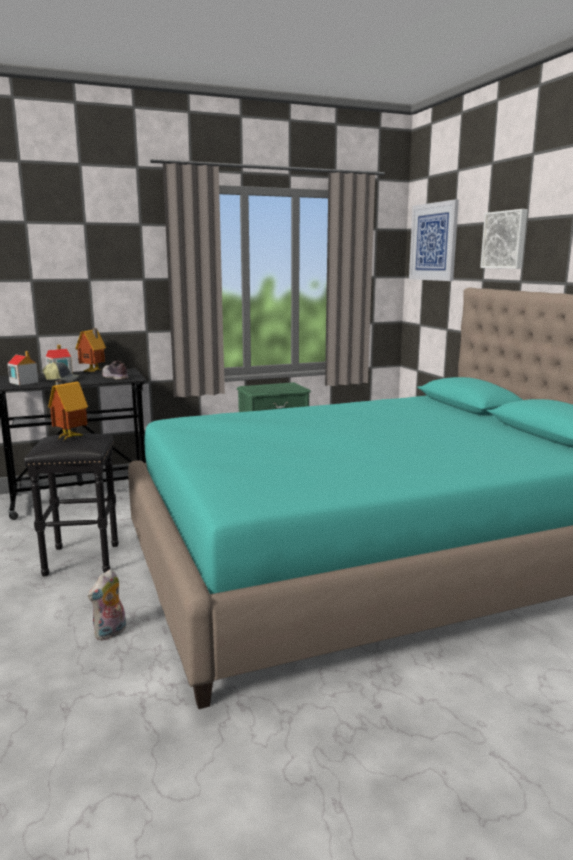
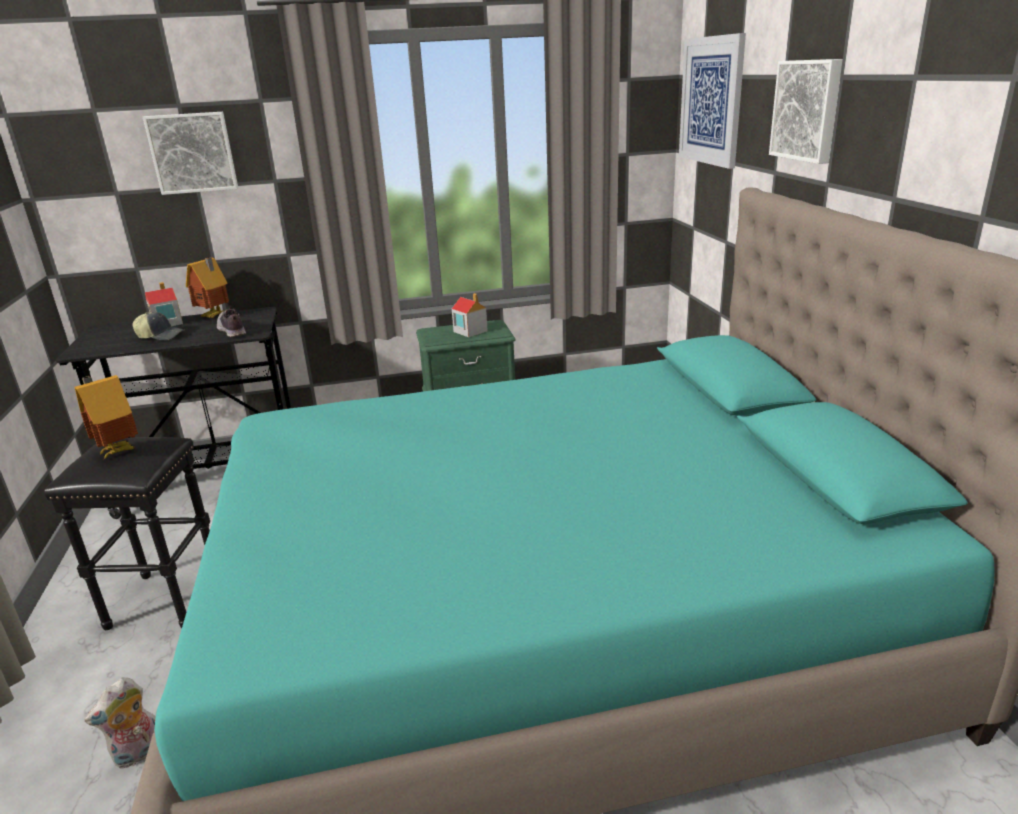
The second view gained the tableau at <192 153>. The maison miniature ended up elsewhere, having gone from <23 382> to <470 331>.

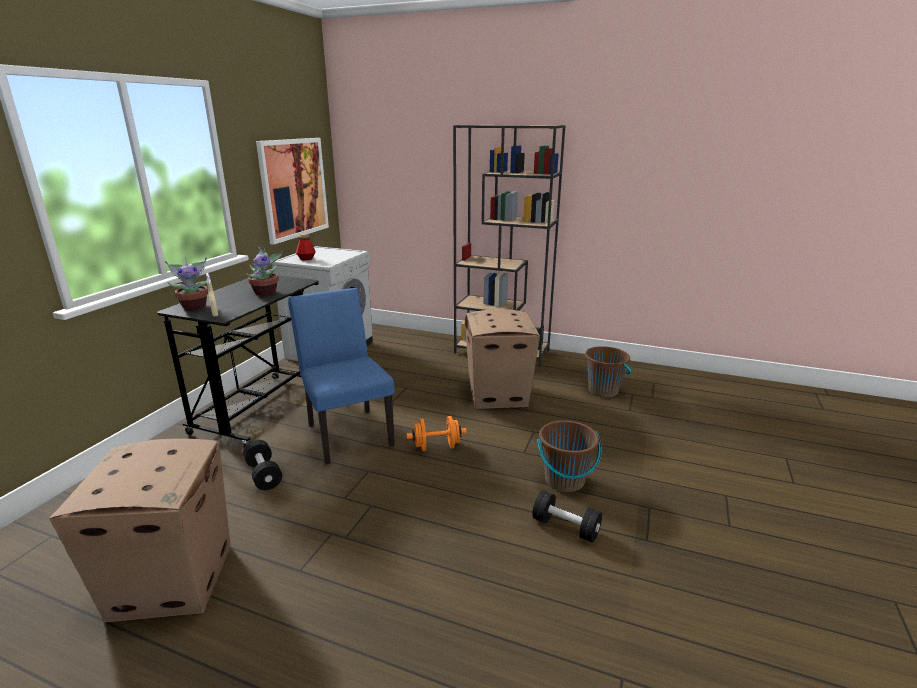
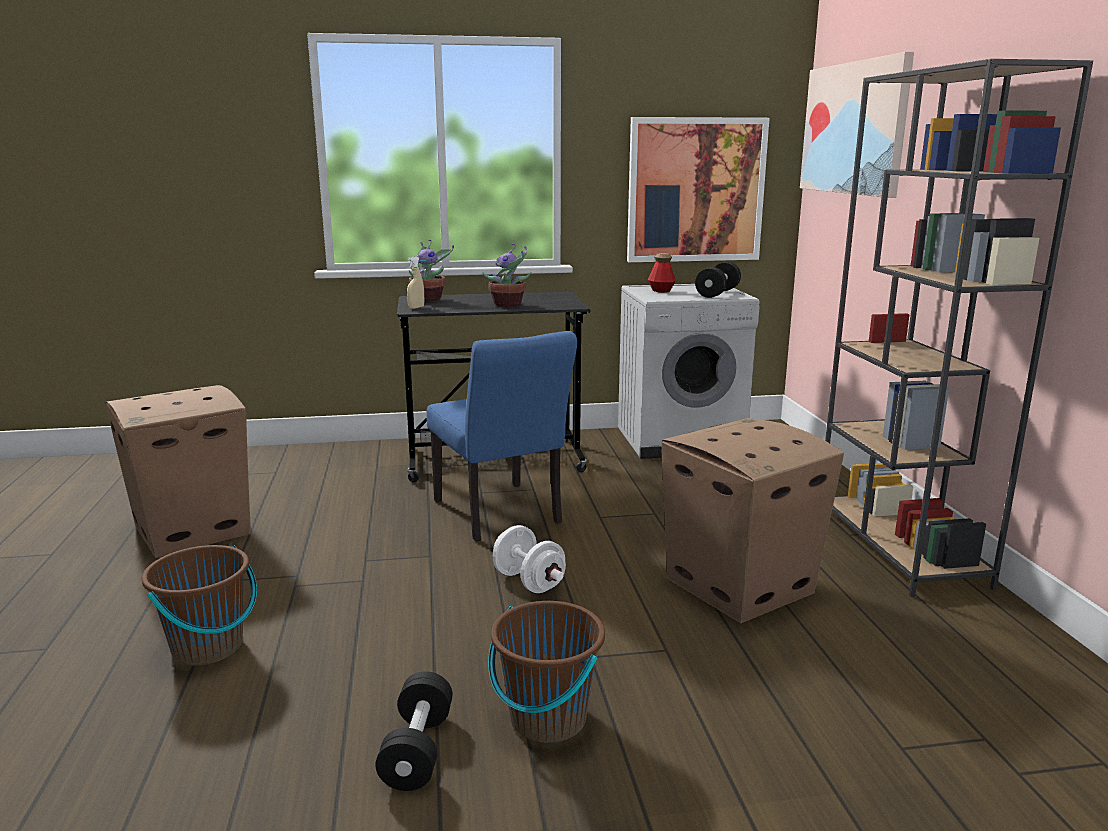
The second view gained the tableau at <854 128>. The haltère/noir ended up elsewhere, having gone from <263 475> to <717 293>. The seau/marron ended up elsewhere, having gone from <603 390> to <208 647>. What was the haltère/orange at <437 447> turned into the haltère/blanc at <529 581>. The chaise/bleu at <347 431> ended up facing another way, 120 degrees clockwise from before.

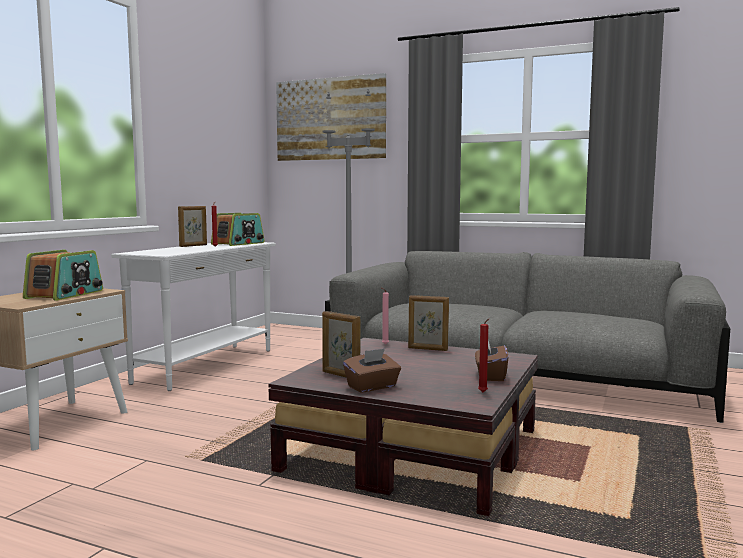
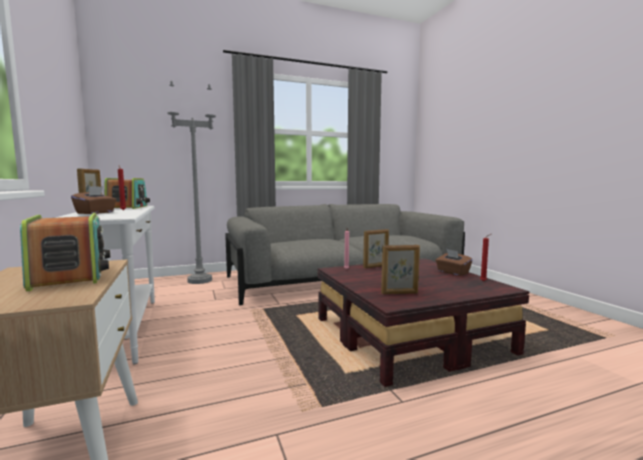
The second view lost the tableau at <330 119>. The boîte à mouchoirs/marron ended up elsewhere, having gone from <372 387> to <96 213>.

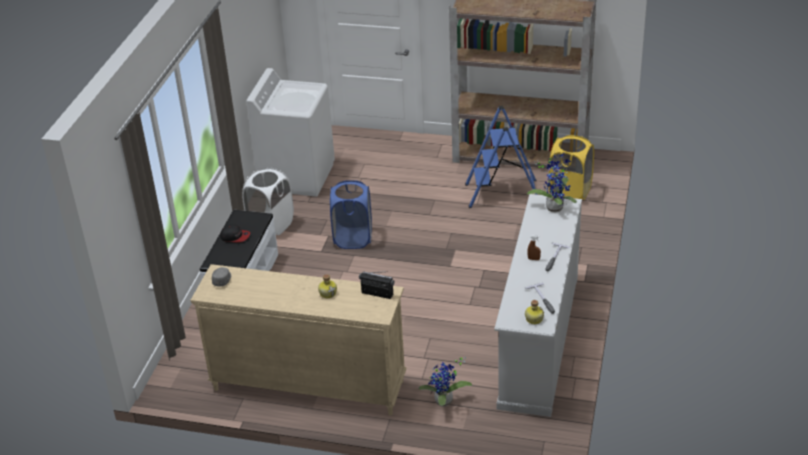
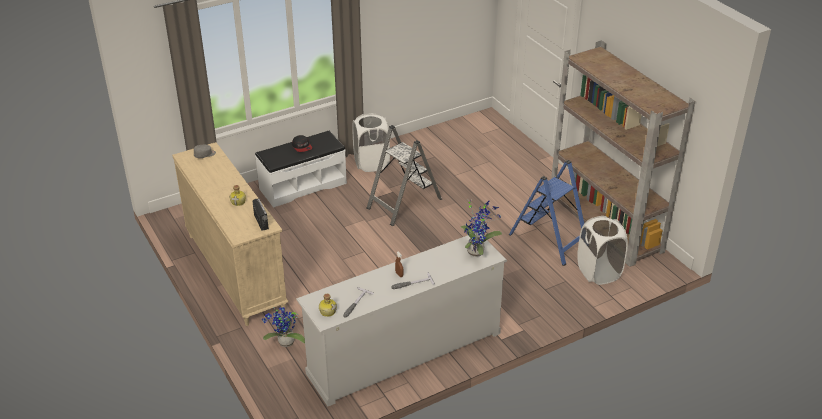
The second view lost the lave-linge/blanc at <297 176>. Where the panier à linge/bleu stood at <353 238>, the escabeau/gris came to stand at <403 203>. What was the panier à linge/jaune at <570 192> turned into the panier à linge/blanc at <598 272>.

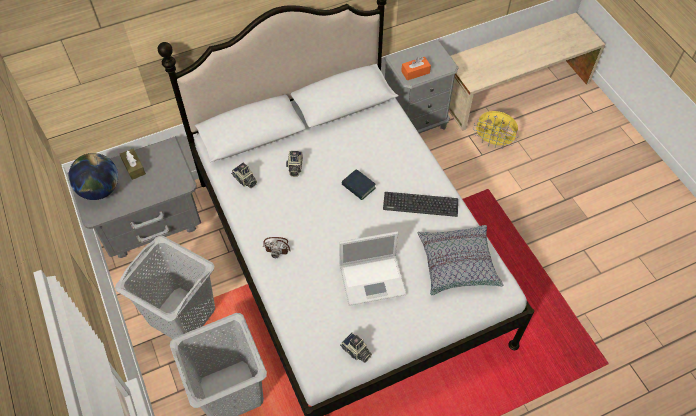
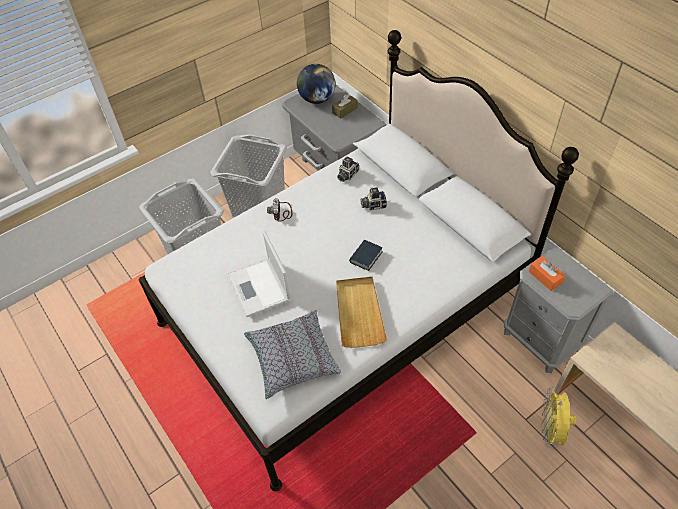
The second view lost the appareil photo at <356 352>. Where the clavier stood at <420 204>, the plateau/beige came to stand at <359 313>.

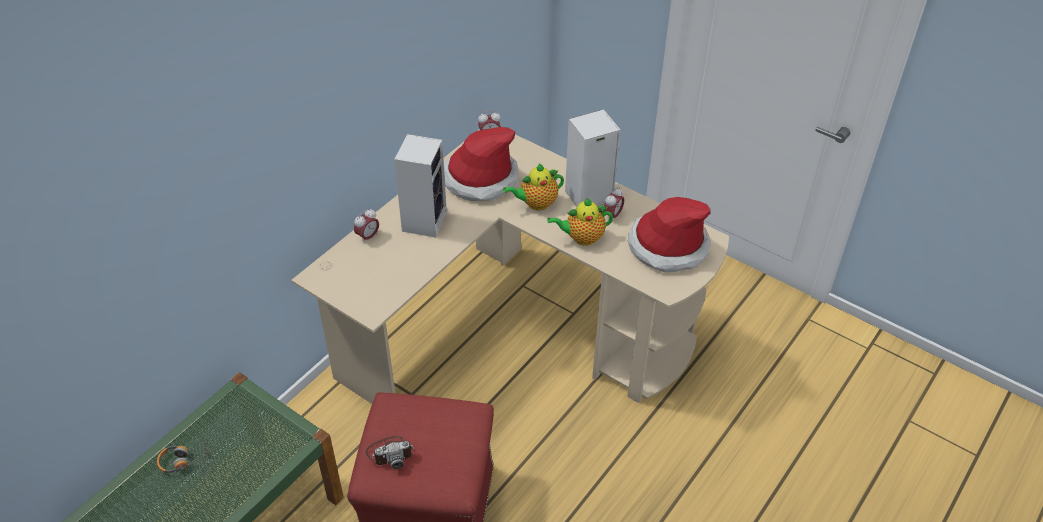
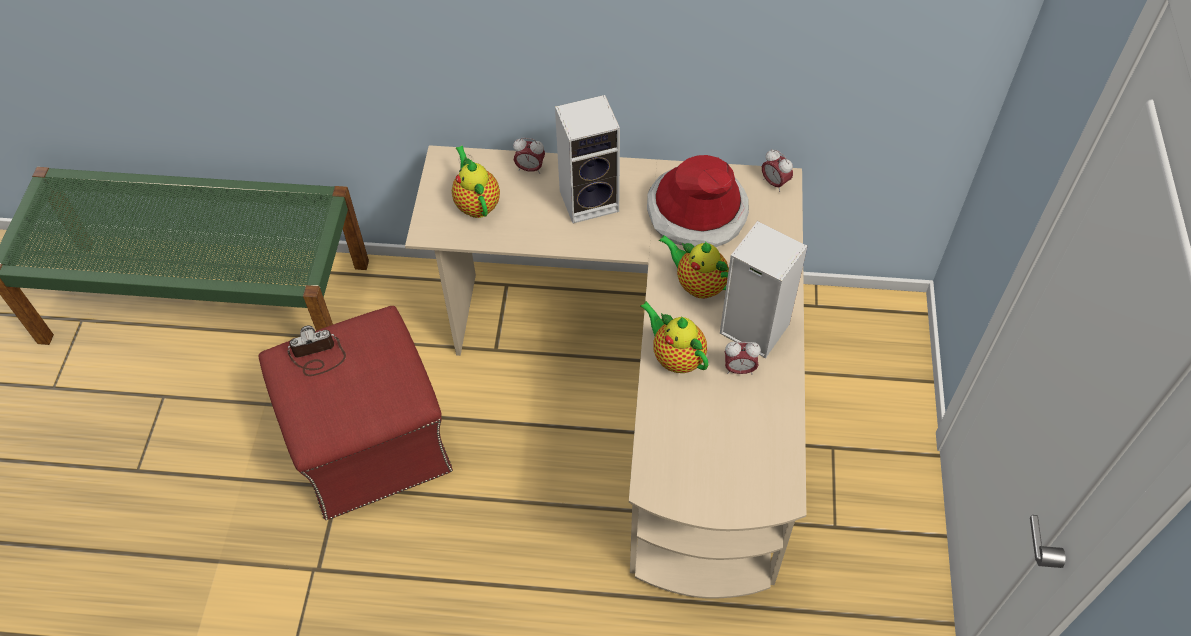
The second view lost the casque audio at <186 462>. The second view lost the chapeau at <667 246>. The second view gained the théière at <476 204>. The appareil photo at <390 453> ended up facing another way, 120 degrees clockwise from before.

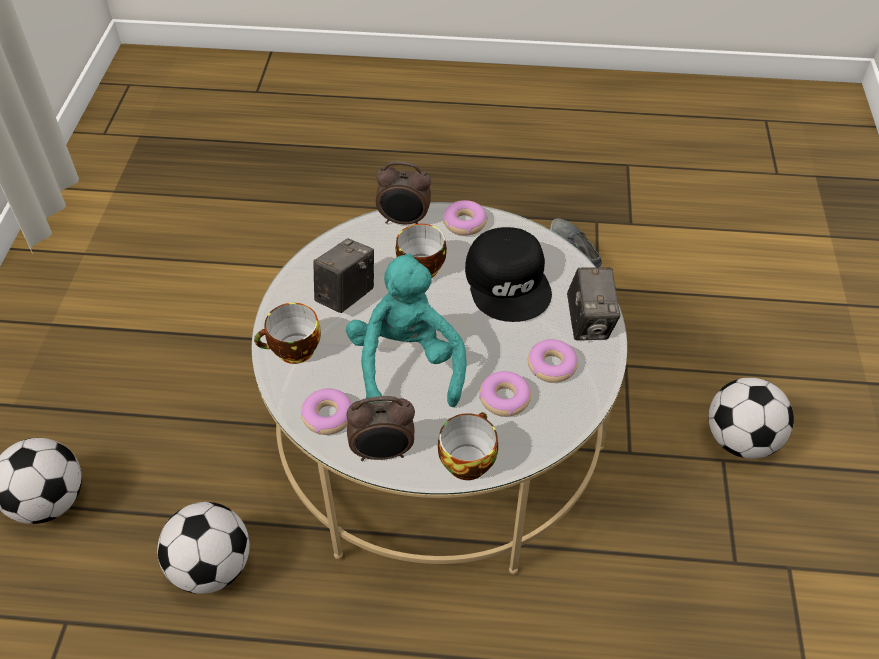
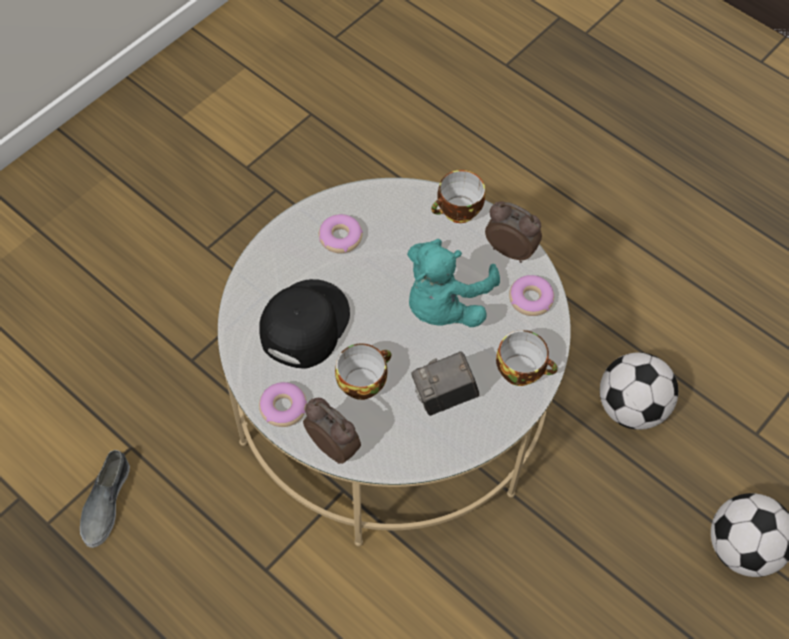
The second view lost the beignet at <505 398>. The second view lost the appareil photo at <589 323>. The second view lost the ballon de foot at <740 440>.

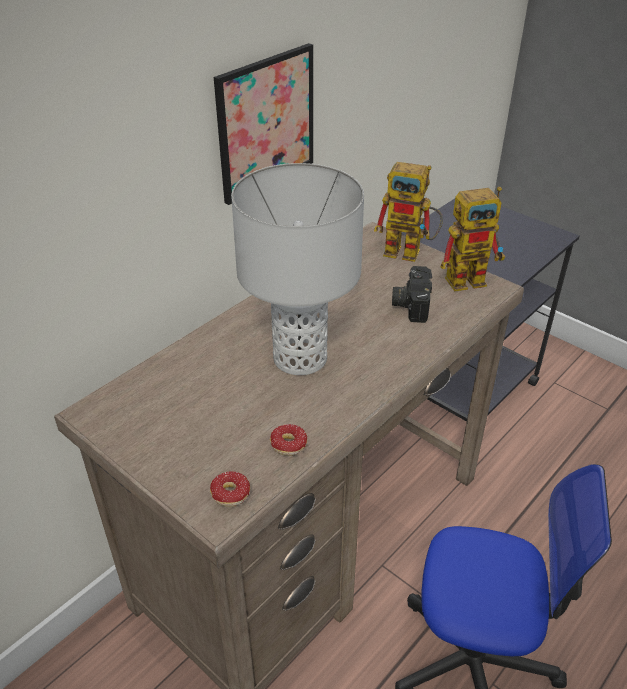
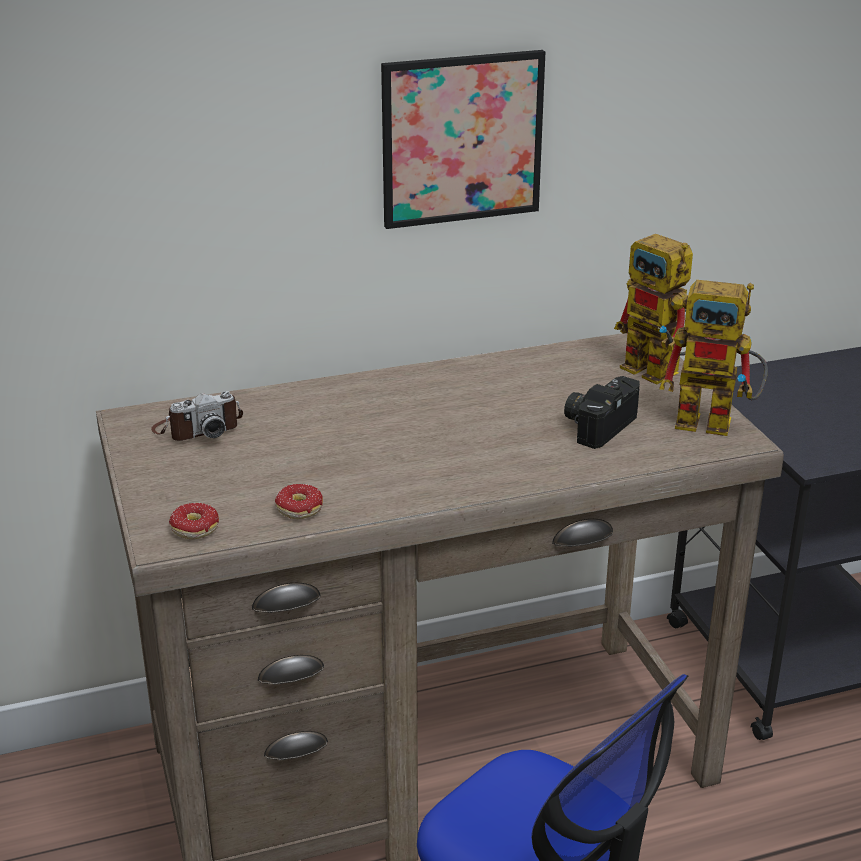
The second view lost the lampe de table/blanc at <300 356>. The second view gained the appareil photo at <198 428>.

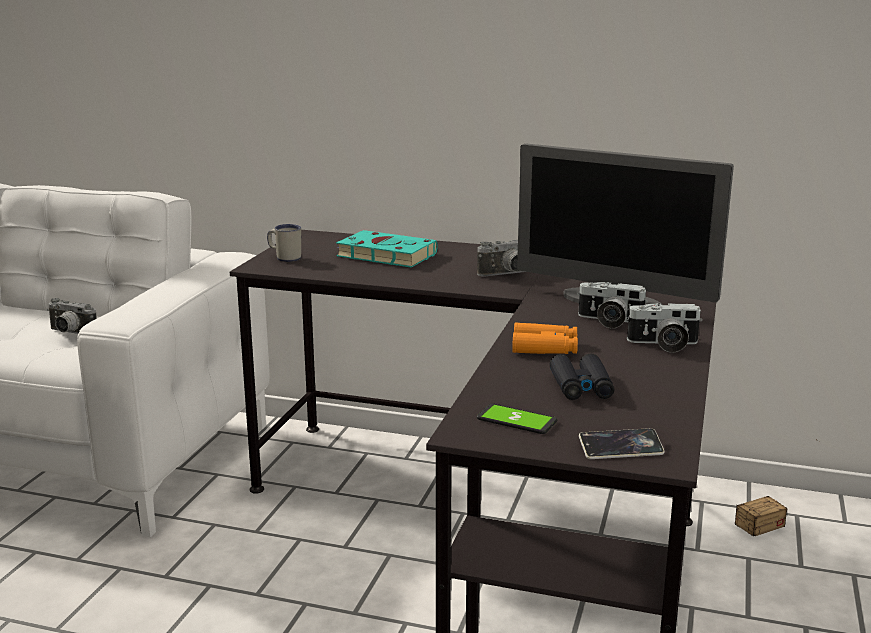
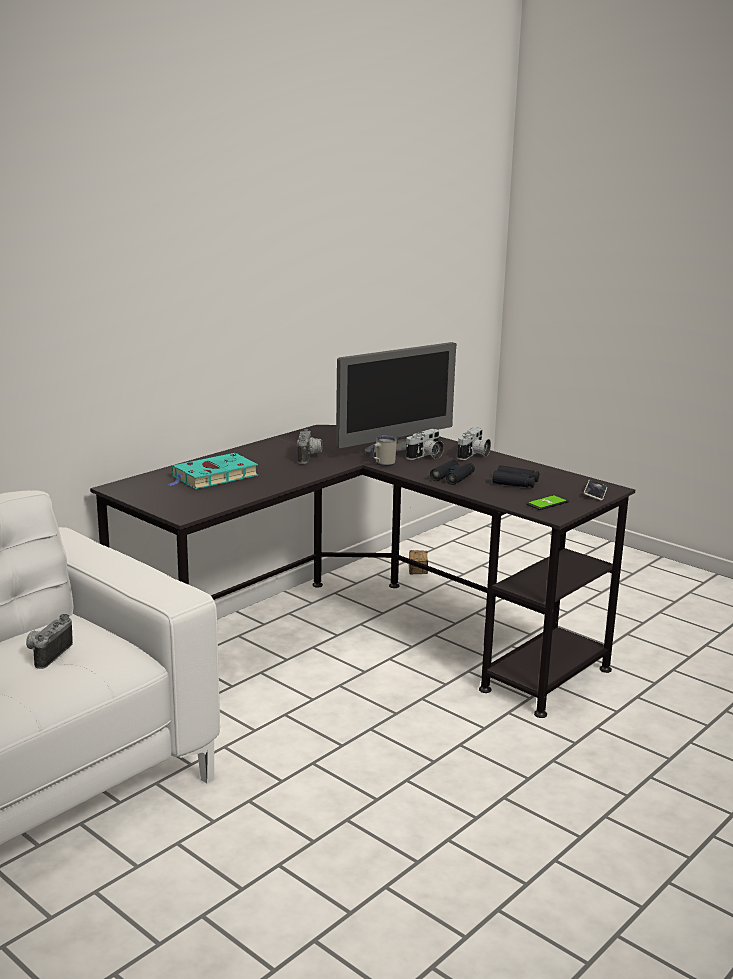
The mug/blanc ended up elsewhere, having gone from <285 258> to <382 464>. What was the jumelles/orange at <545 348> turned into the jumelles/noir at <452 477>. The appareil photo at <69 333> ended up facing another way, 150 degrees clockwise from before.

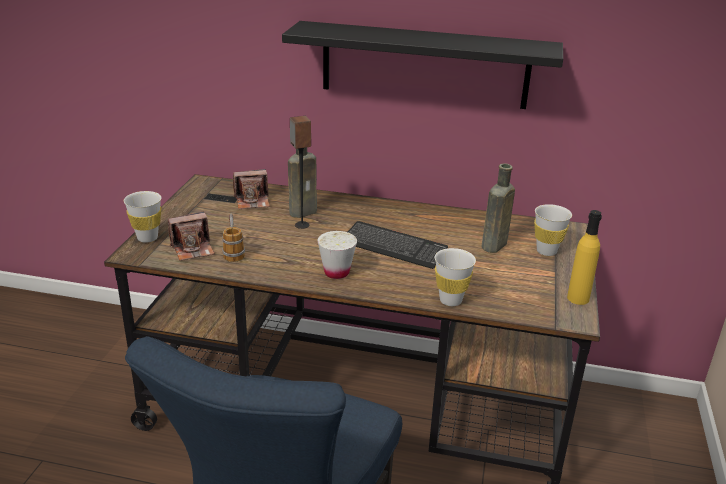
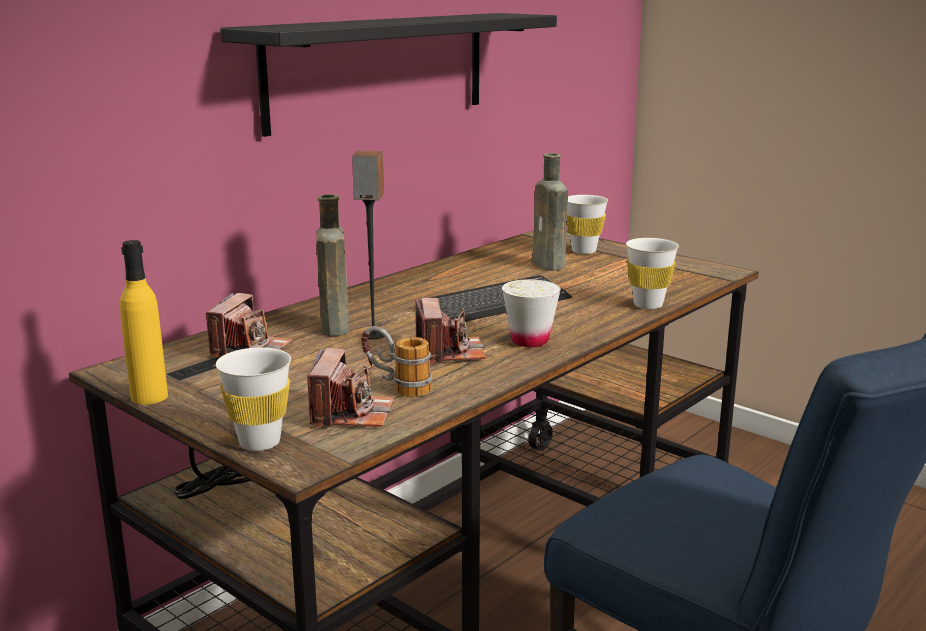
The second view gained the appareil photo at <449 352>. The bouteille/jaune ended up elsewhere, having gone from <578 298> to <149 397>.

